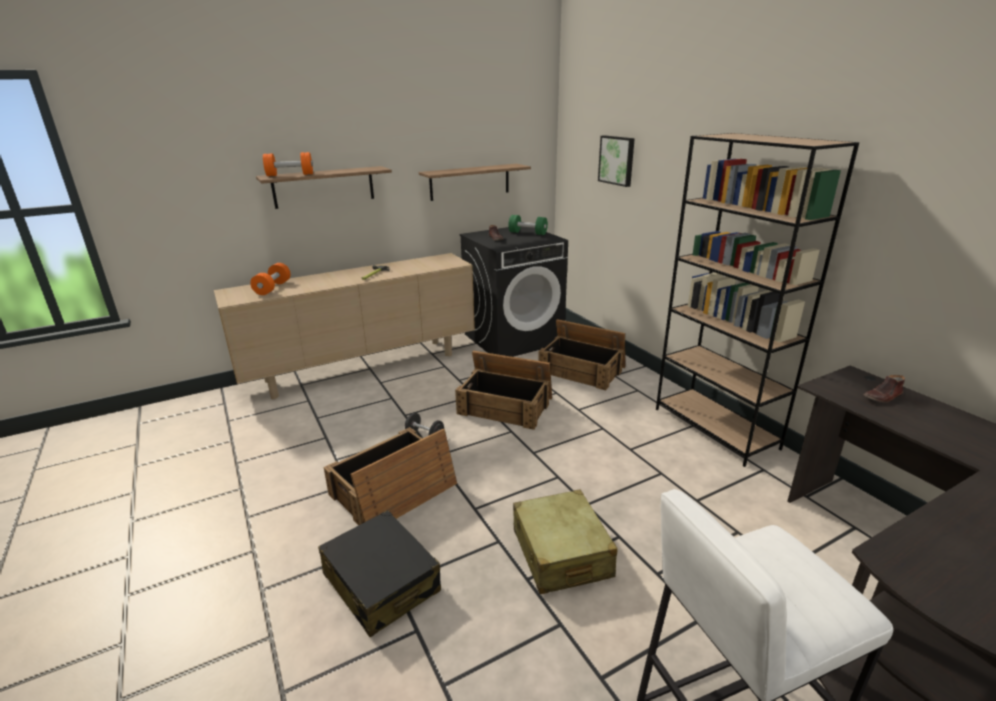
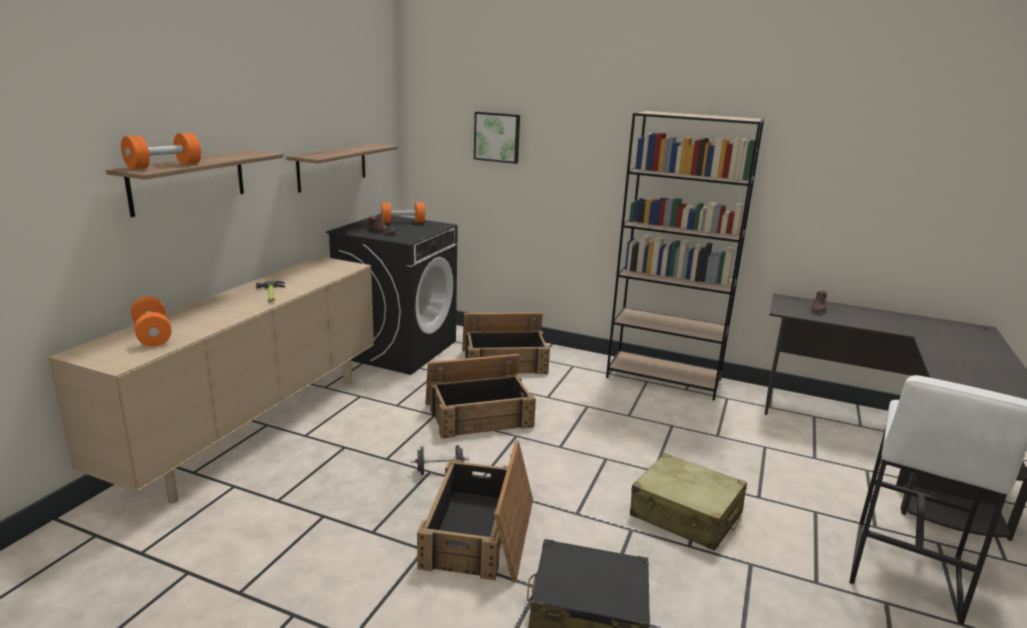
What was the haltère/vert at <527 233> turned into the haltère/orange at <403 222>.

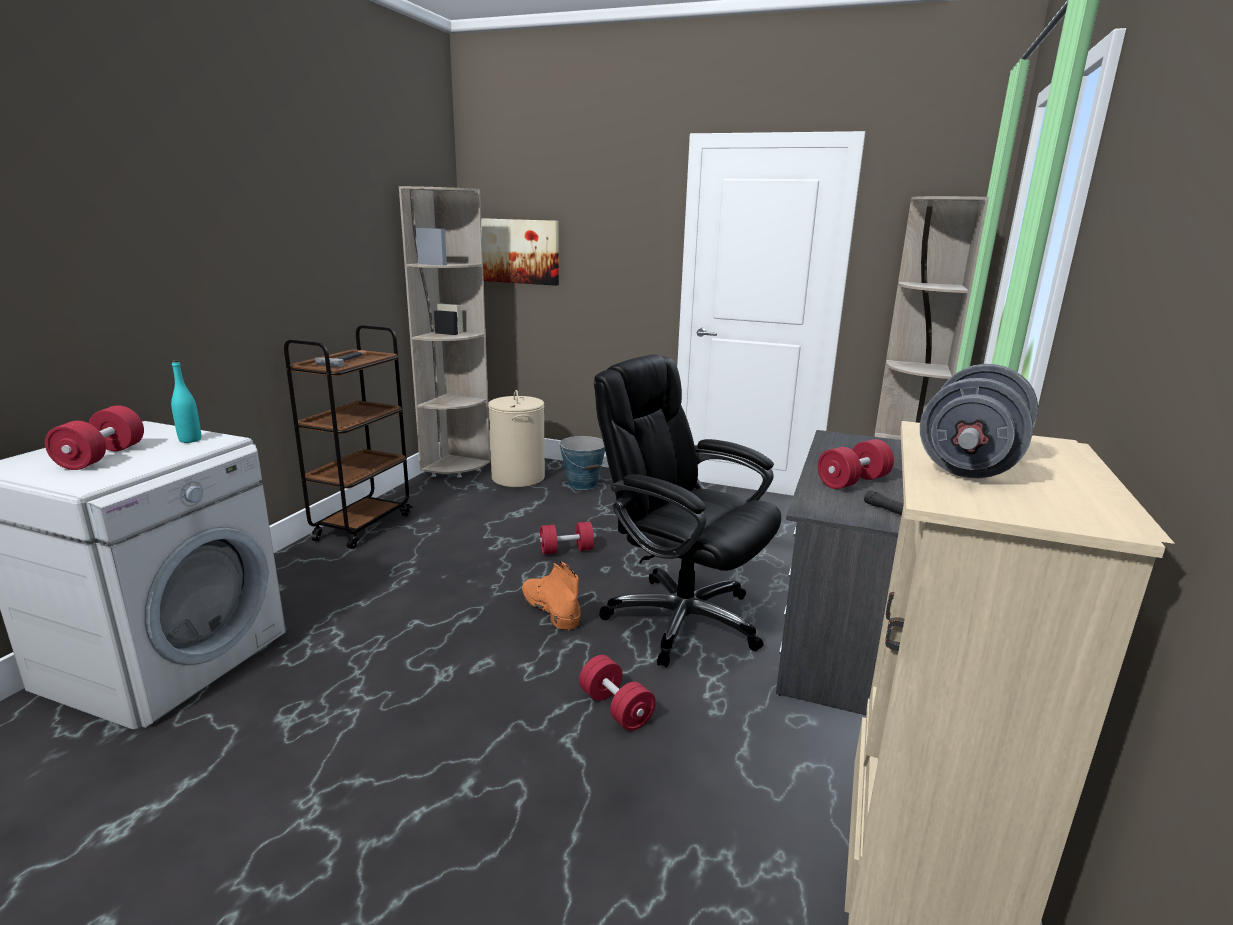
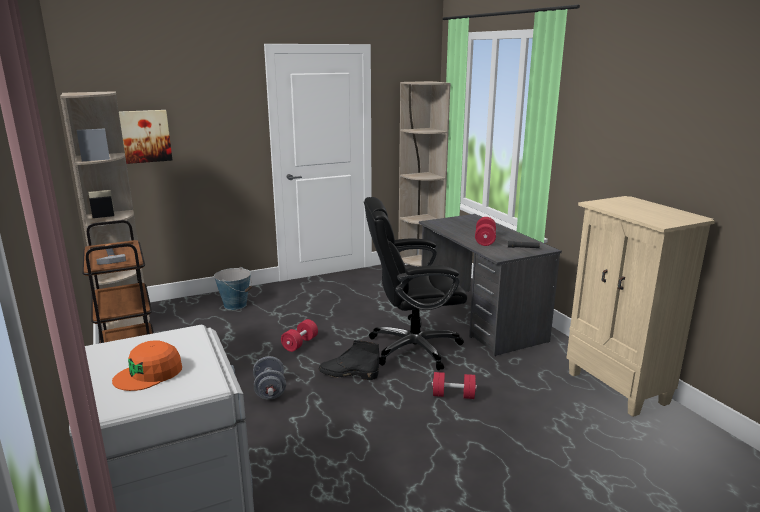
The second view lost the bouteille/turquoise at <190 440>. The second view lost the panier à linge/beige at <518 477>. The haltère/gris ended up elsewhere, having gone from <970 464> to <270 391>. Where the haltère/rouge stood at <101 457>, the casquette/orange came to stand at <149 373>. What was the botte/orange at <549 608> turned into the botte/noir at <348 374>.

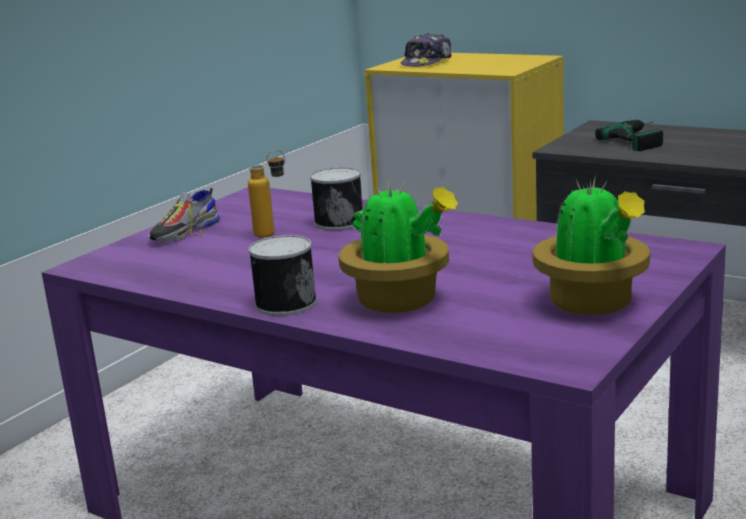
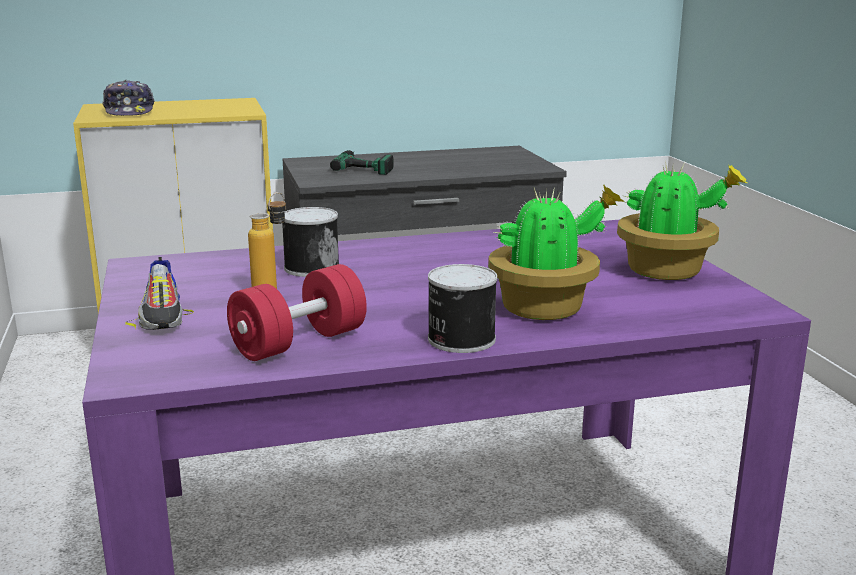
The second view gained the haltère/rouge at <299 343>.

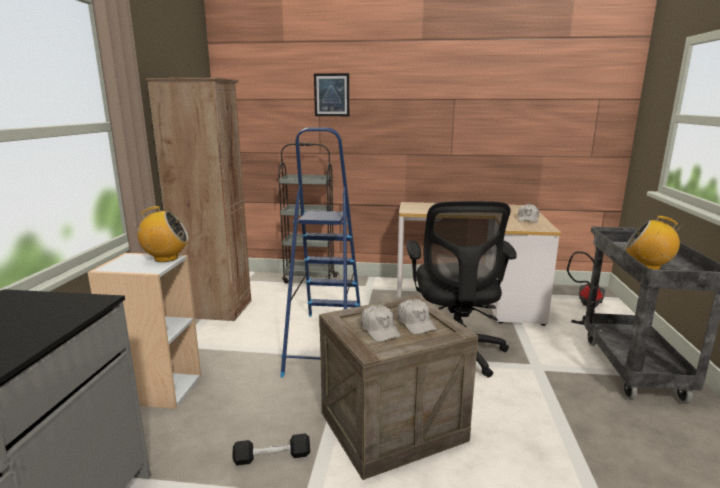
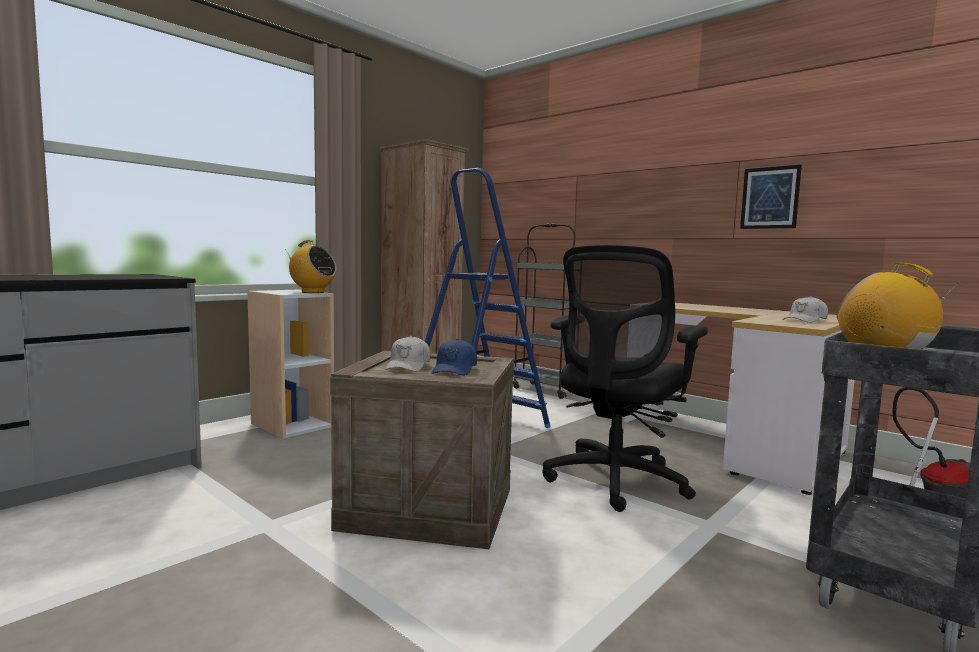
The second view lost the haltère/noir at <272 457>. The tableau ended up elsewhere, having gone from <331 95> to <770 197>. What was the casquette/blanc at <416 323> turned into the casquette/bleu at <455 370>.

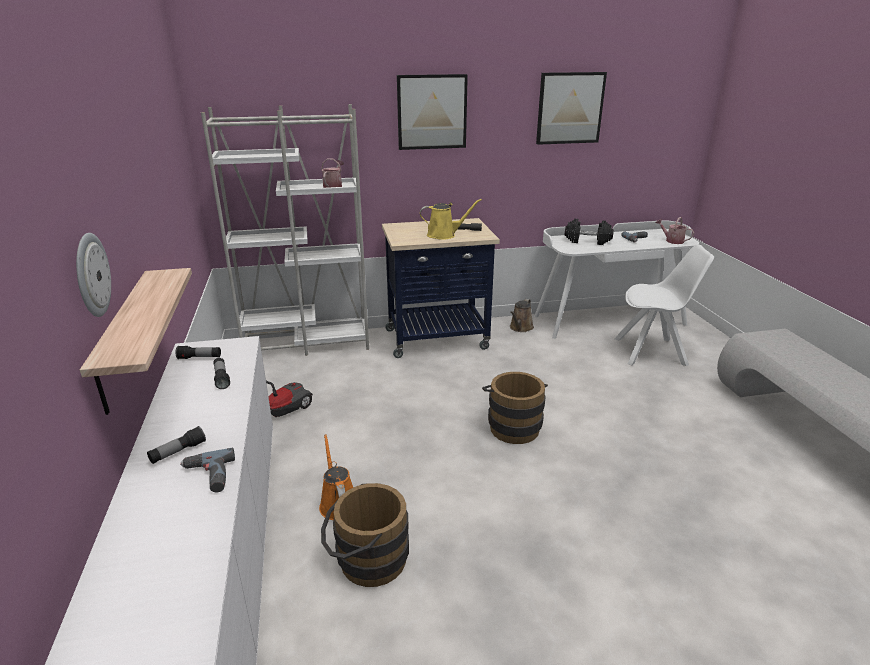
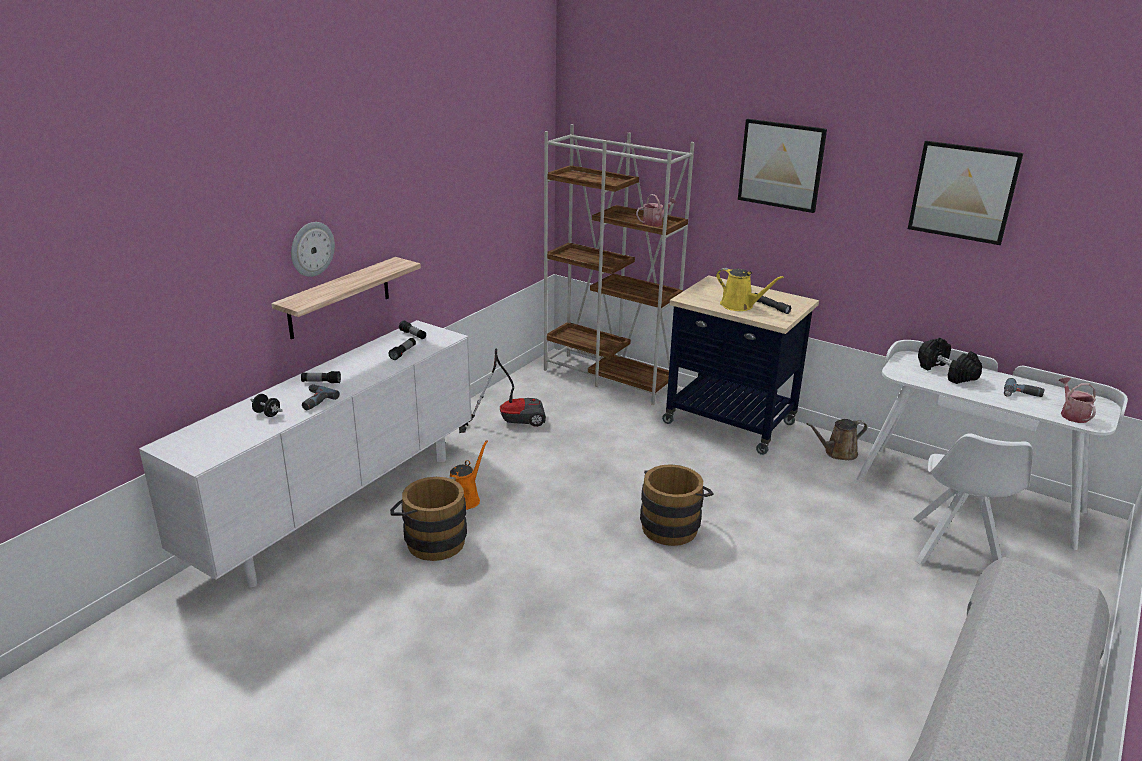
The second view gained the haltère/noir at <267 414>. What was the bibliothèque/blanc at <307 345> turned into the bibliothèque/marron at <609 378>. The chaise/blanc at <652 352> ended up facing another way, 60 degrees clockwise from before.

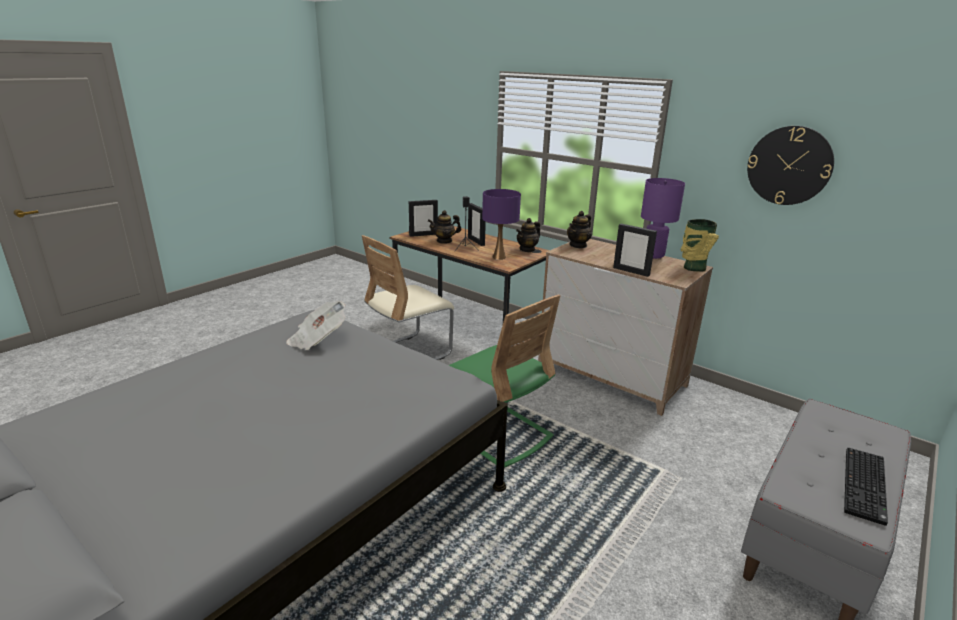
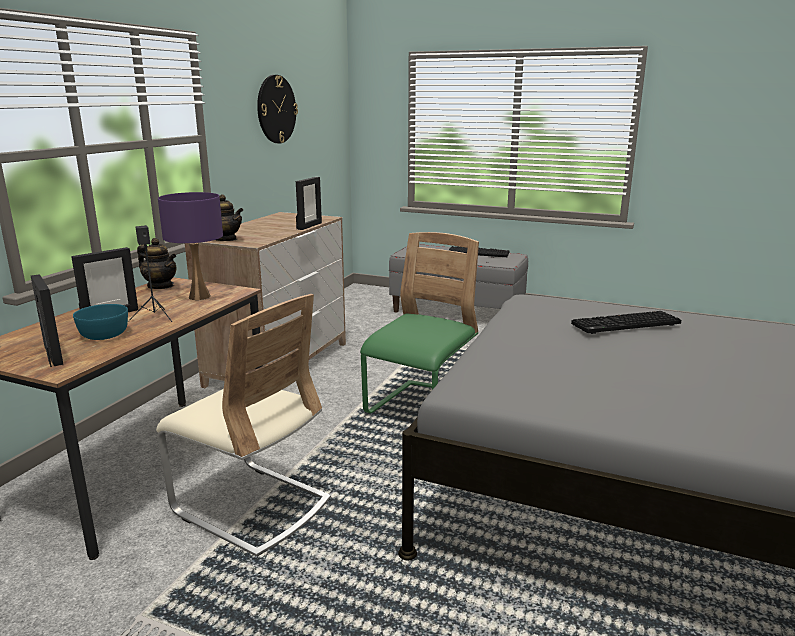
The second view lost the journal at <317 339>. The second view lost the lampe de table/violet at <653 256>. The second view lost the vase at <693 268>. The second view gained the clavier at <625 325>. Where the théière stood at <444 241>, the bol/turquoise came to stand at <104 334>.

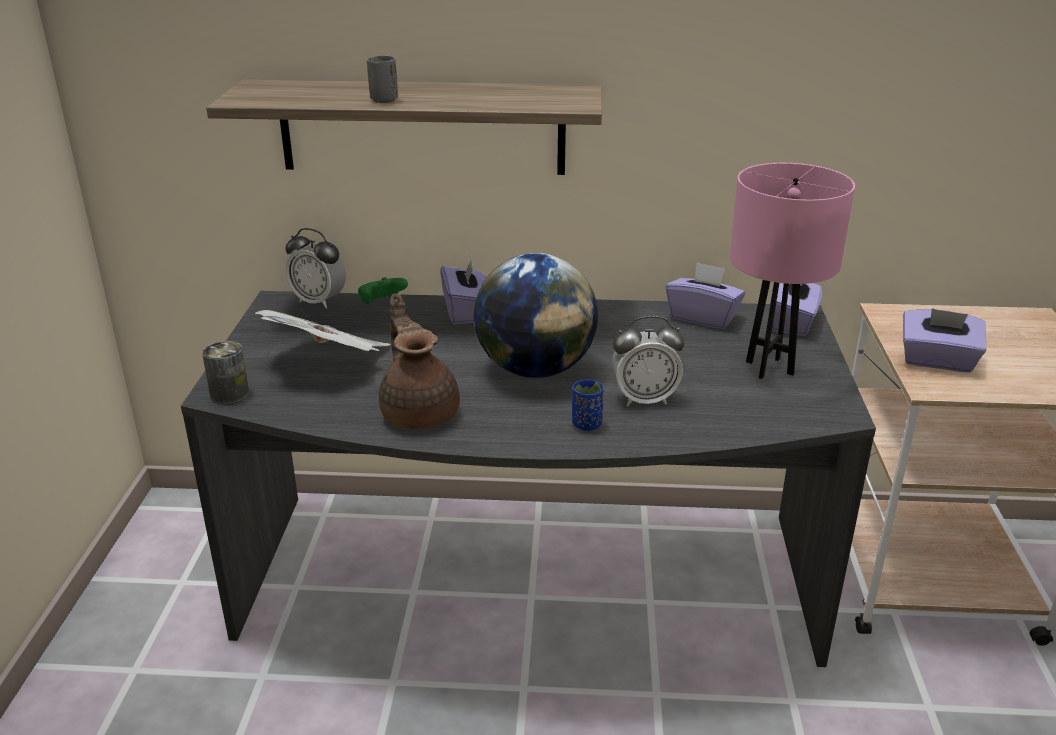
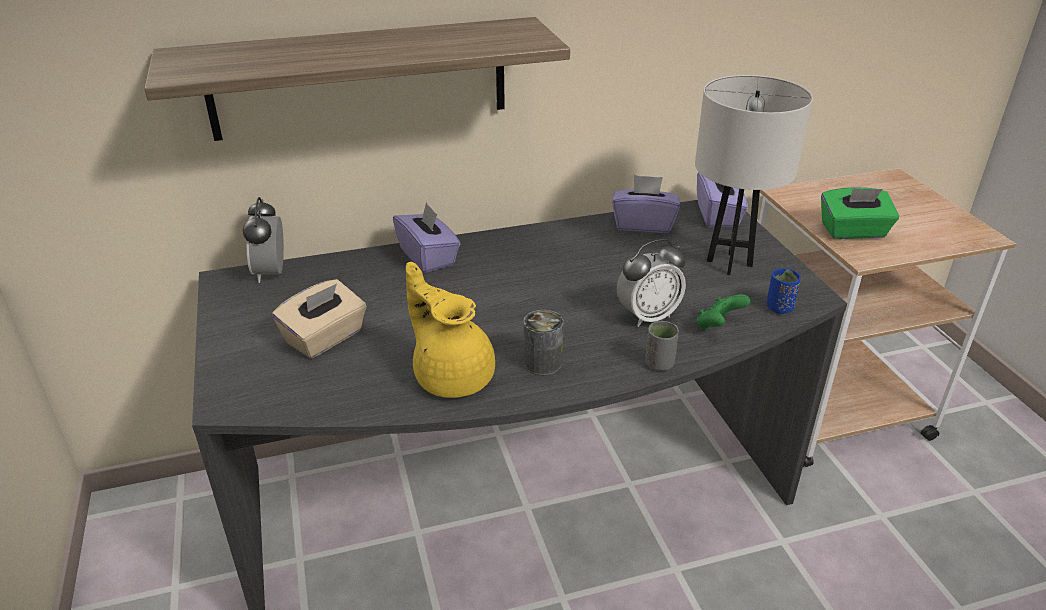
The second view lost the globe at <535 369>. The boîte métallique ended up elsewhere, having gone from <229 394> to <542 363>. The manette/vert ended up elsewhere, having gone from <382 304> to <718 326>. The tasse/gris ended up elsewhere, having gone from <384 100> to <659 363>. The tasse/bleu ended up elsewhere, having gone from <586 424> to <779 308>. Where the journal stood at <330 361>, the boîte à mouchoirs/beige came to stand at <325 338>. What was the théière/marron at <419 412> turned into the théière/jaune at <452 375>. What was the lampe de table/rose at <769 368> turned into the lampe de table/blanc at <729 263>. What was the boîte à mouchoirs/violet at <937 361> turned into the boîte à mouchoirs/vert at <853 232>. The réveil at <319 301> ended up facing another way, 75 degrees clockwise from before.

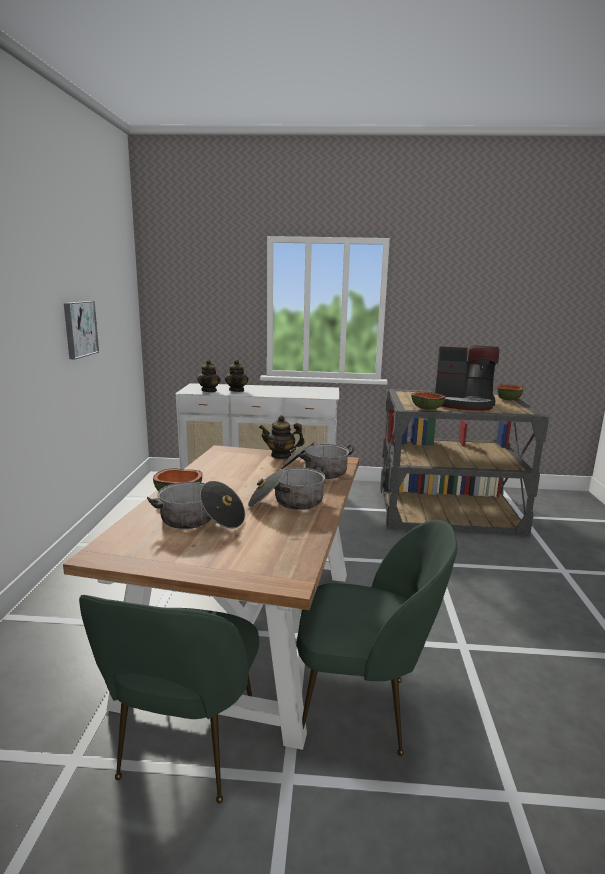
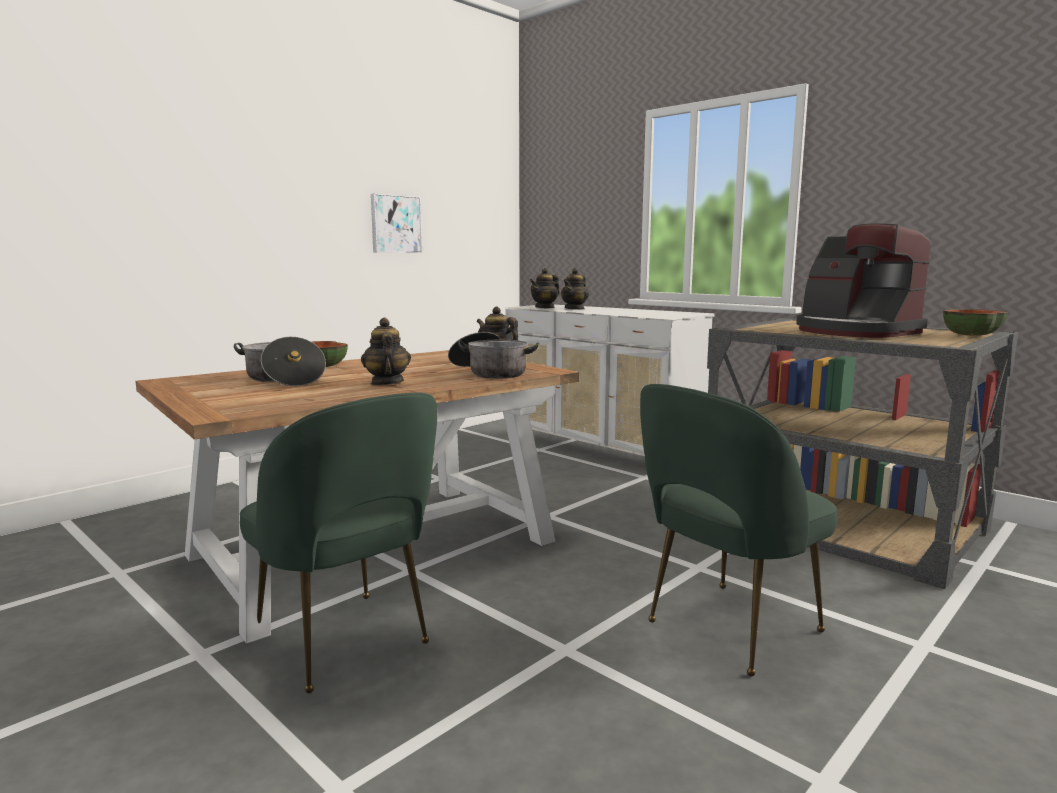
The second view lost the bol at <426 409>. The chaise/vert ended up elsewhere, having gone from <184 755> to <725 631>. Where the marmite stood at <287 502>, the théière came to stand at <386 383>.

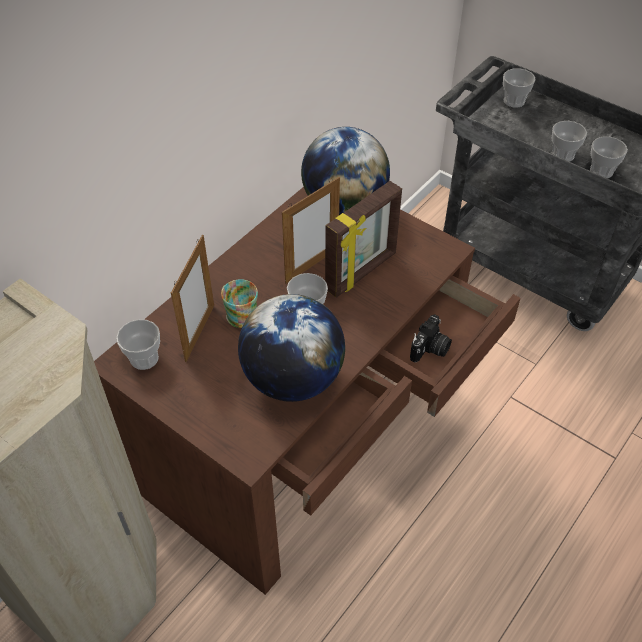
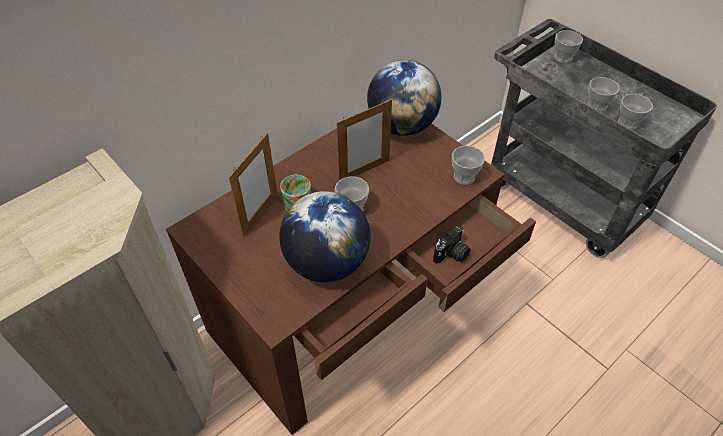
The second view lost the cadre photo at <362 272>. The tasse ended up elsewhere, having gone from <144 358> to <464 177>.

